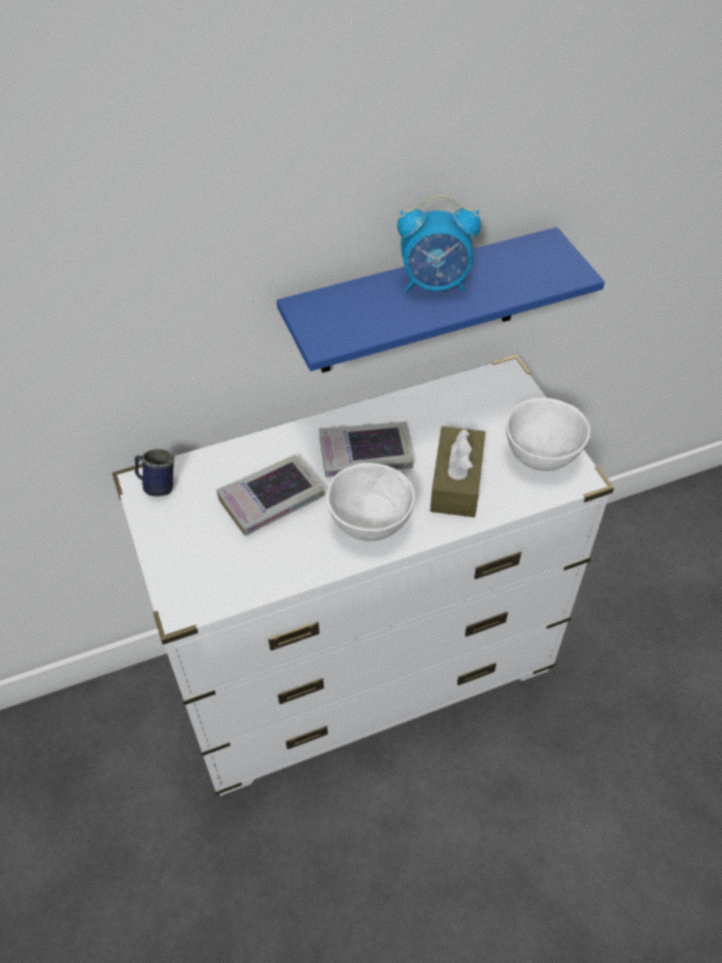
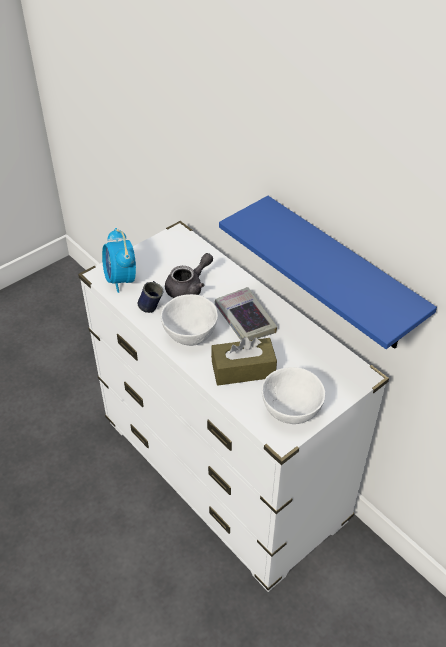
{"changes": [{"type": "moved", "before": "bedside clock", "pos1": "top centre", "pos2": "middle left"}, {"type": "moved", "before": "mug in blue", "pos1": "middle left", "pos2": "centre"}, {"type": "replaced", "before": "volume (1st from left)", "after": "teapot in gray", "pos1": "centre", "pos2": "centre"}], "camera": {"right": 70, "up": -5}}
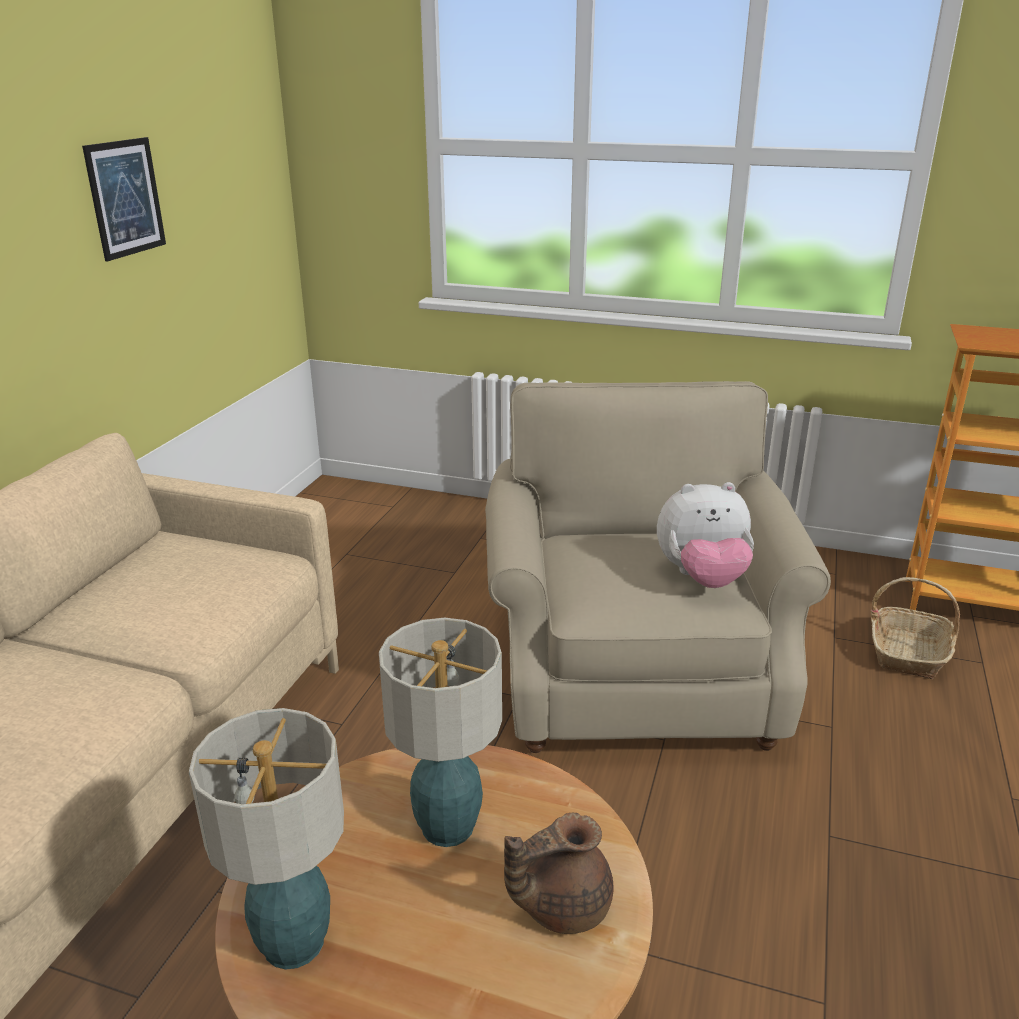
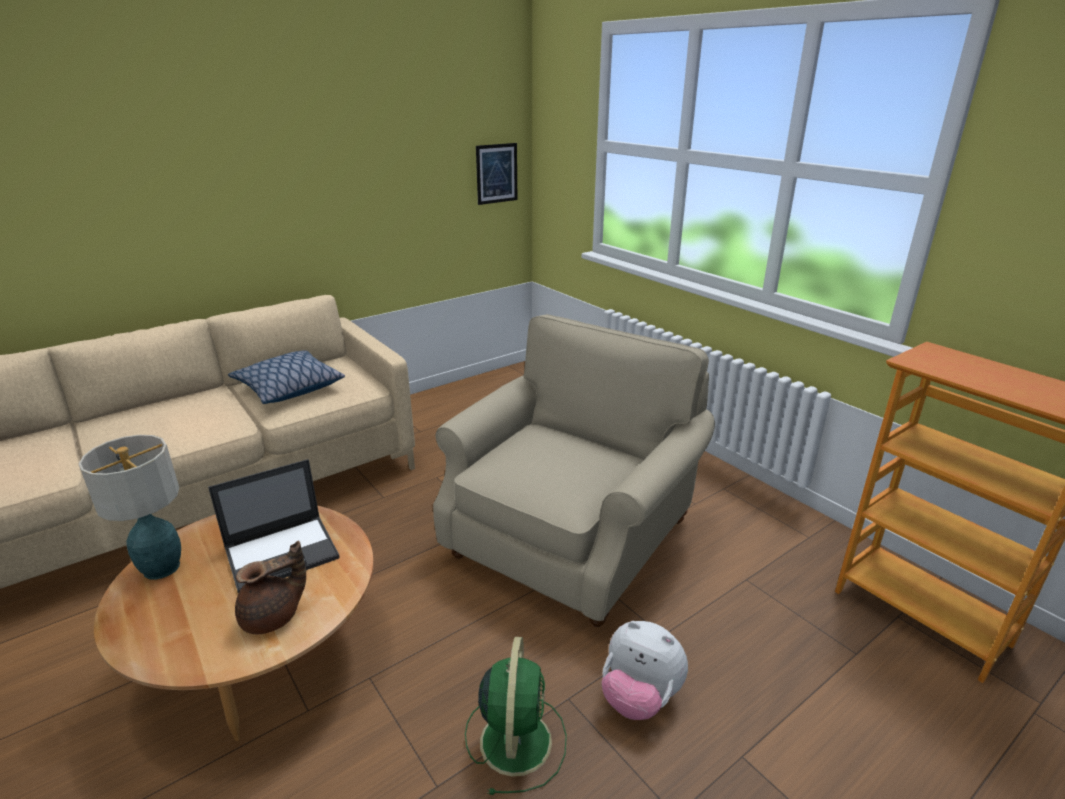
{"changes": [{"type": "moved", "before": "picture", "pos1": "top left", "pos2": "top centre"}, {"type": "moved", "before": "cuddly toy", "pos1": "middle right", "pos2": "bottom centre"}, {"type": "removed", "before": "storage basket", "pos1": "middle right"}, {"type": "replaced", "before": "lamp for a table (2nd from left)", "after": "laptop", "pos1": "bottom centre", "pos2": "middle left"}, {"type": "turned", "before": "teapot in brown-coloured", "pos1": "bottom centre", "pos2": "bottom left", "turn": 135}, {"type": "added", "after": "cushion", "pos2": "middle left"}, {"type": "added", "after": "electric fan in green", "pos2": "bottom centre"}], "camera": {"right": 35, "up": 0}}
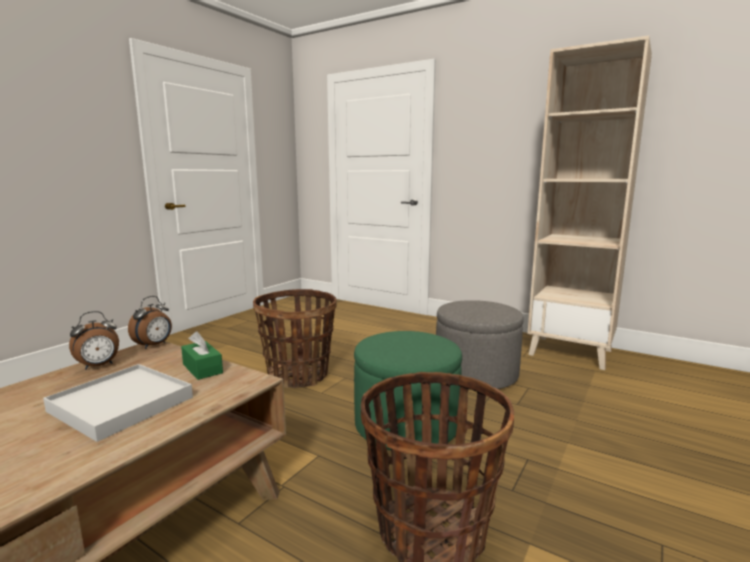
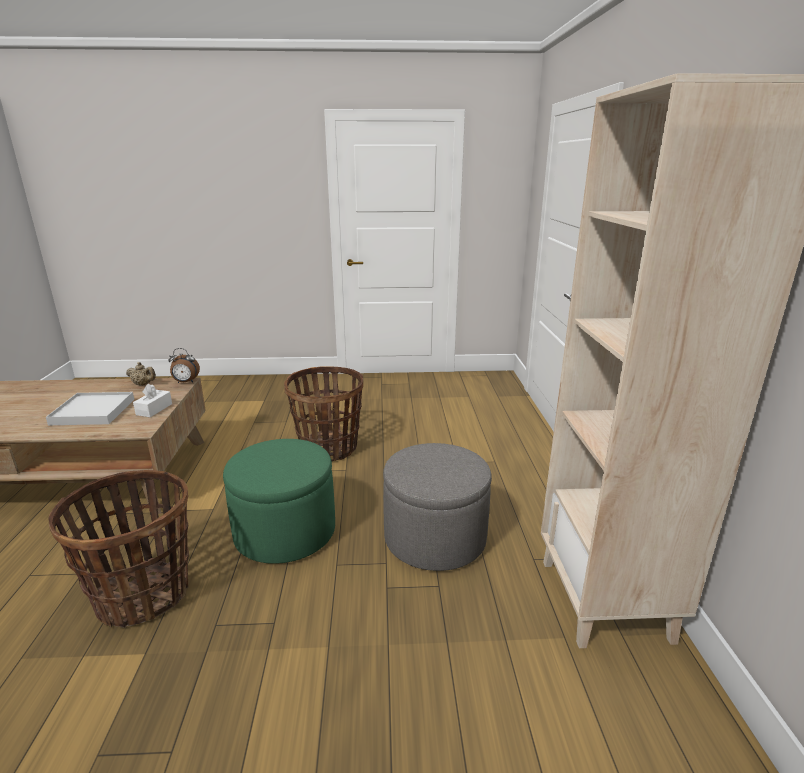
{"changes": [{"type": "replaced", "before": "bedside clock (1st from left)", "after": "teapot in sand-coloured", "pos1": "middle left", "pos2": "middle left"}, {"type": "recoloured", "before": "tissue holder in green", "after": "tissue holder in white", "pos1": "middle left", "pos2": "middle left"}], "camera": {"right": 55, "up": 10}}
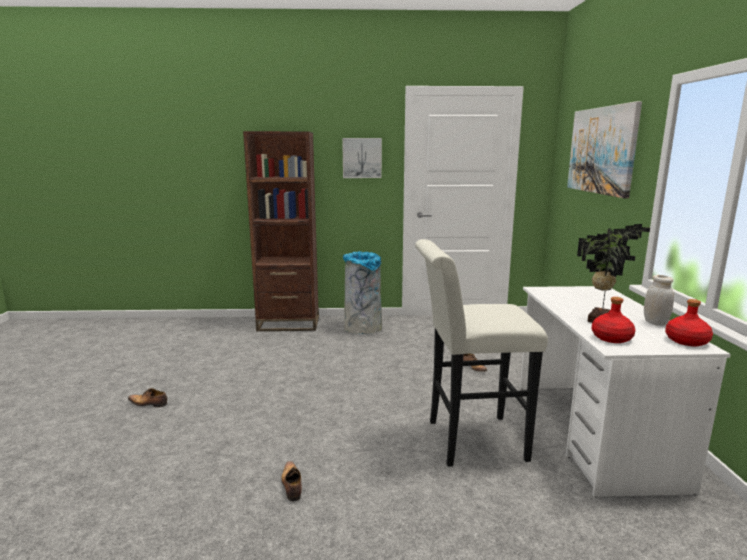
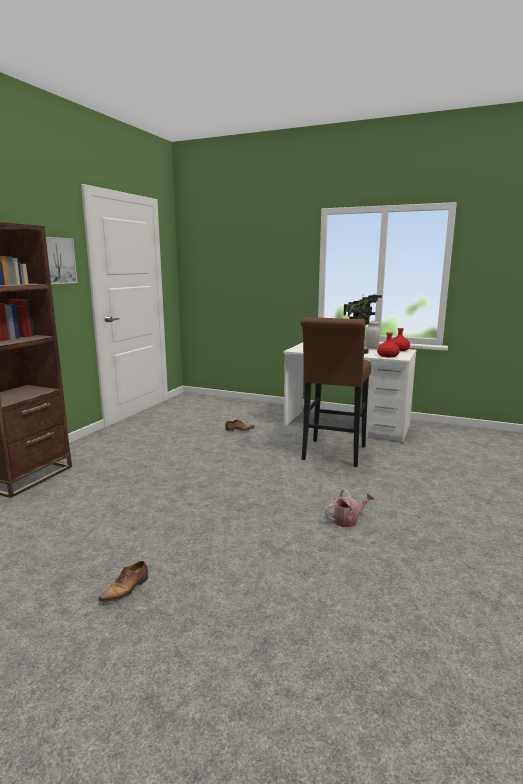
{"changes": [{"type": "removed", "before": "picture (2nd from left)", "pos1": "top right"}, {"type": "recoloured", "before": "stool in white", "after": "stool in brown-coloured", "pos1": "centre", "pos2": "centre"}, {"type": "removed", "before": "trash can in gray", "pos1": "centre"}, {"type": "replaced", "before": "shoe (2nd from left)", "after": "watering can", "pos1": "bottom centre", "pos2": "middle right"}], "camera": {"right": -65, "up": 0}}
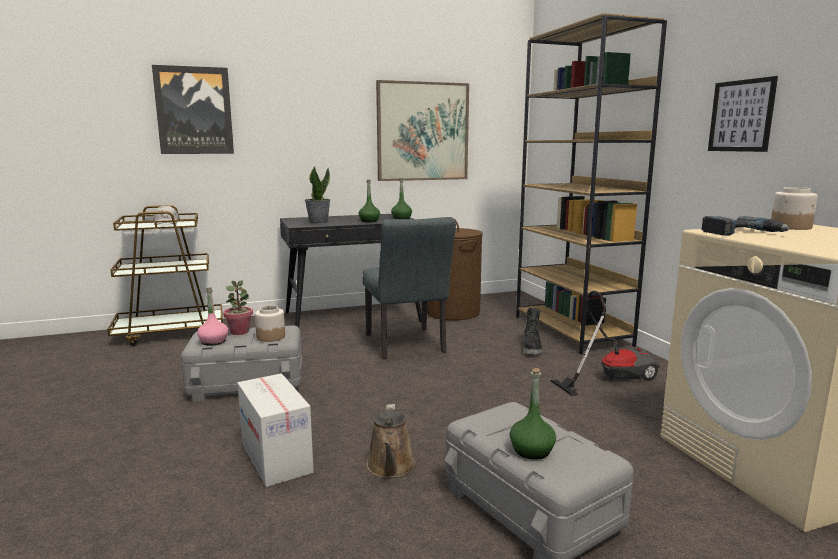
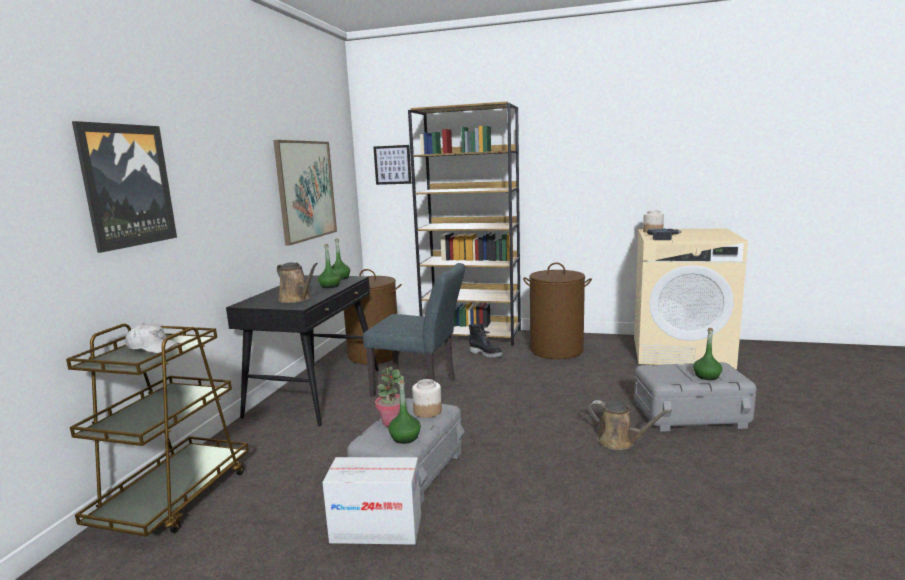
{"changes": [{"type": "moved", "before": "picture (3rd from left)", "pos1": "top right", "pos2": "top centre"}, {"type": "replaced", "before": "houseplant (2nd from left)", "after": "watering can in brown-coloured (1st from left)", "pos1": "centre", "pos2": "middle left"}, {"type": "recoloured", "before": "drink bottle in pinkish", "after": "drink bottle in green (3rd from left)", "pos1": "middle left", "pos2": "bottom centre"}, {"type": "replaced", "before": "vacuum cleaner", "after": "hamper in brown-coloured (2nd from left)", "pos1": "middle right", "pos2": "centre"}, {"type": "moved", "before": "packing box", "pos1": "bottom left", "pos2": "bottom centre"}], "camera": {"right": -55, "up": 0}}
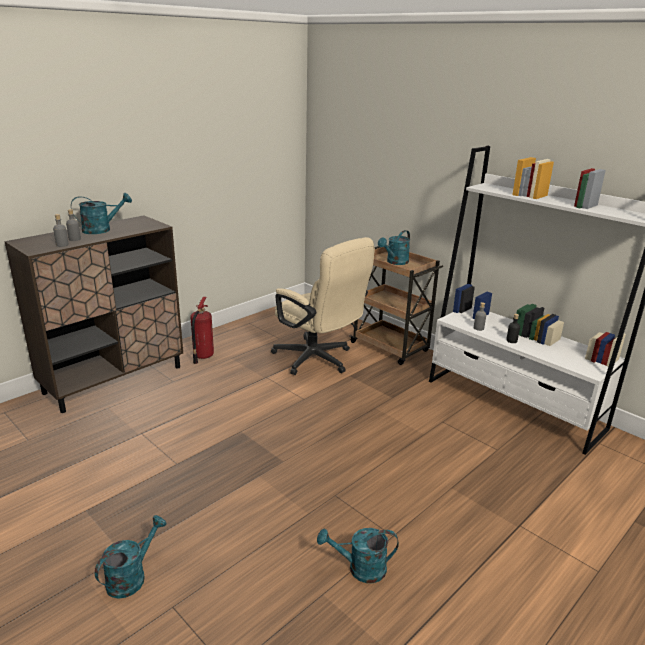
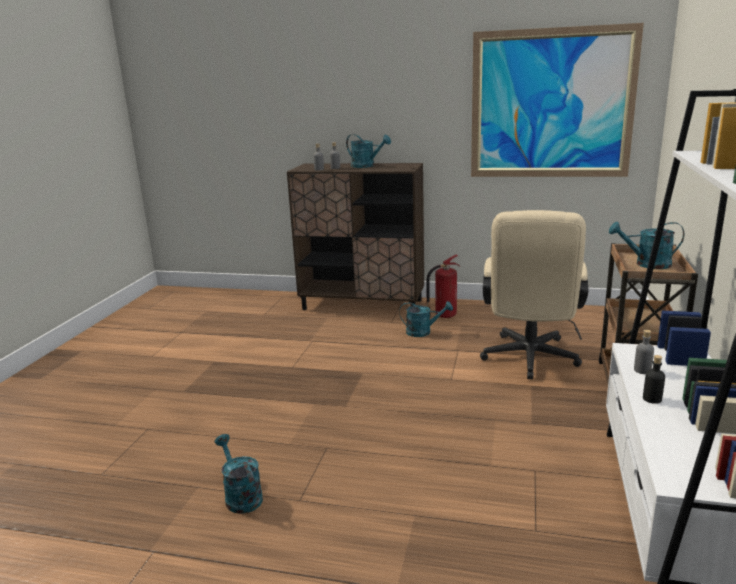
{"changes": [{"type": "moved", "before": "watering can in turquoise (2nd from left in the first image)", "after": "watering can in turquoise (3rd from left)", "pos1": "bottom left", "pos2": "centre"}, {"type": "added", "after": "picture", "pos2": "top right"}], "camera": {"right": 60, "up": -5}}
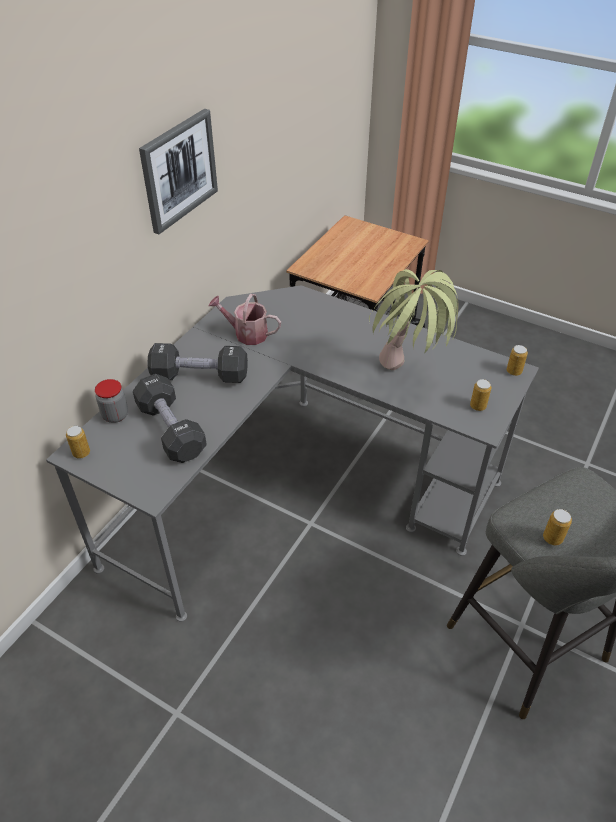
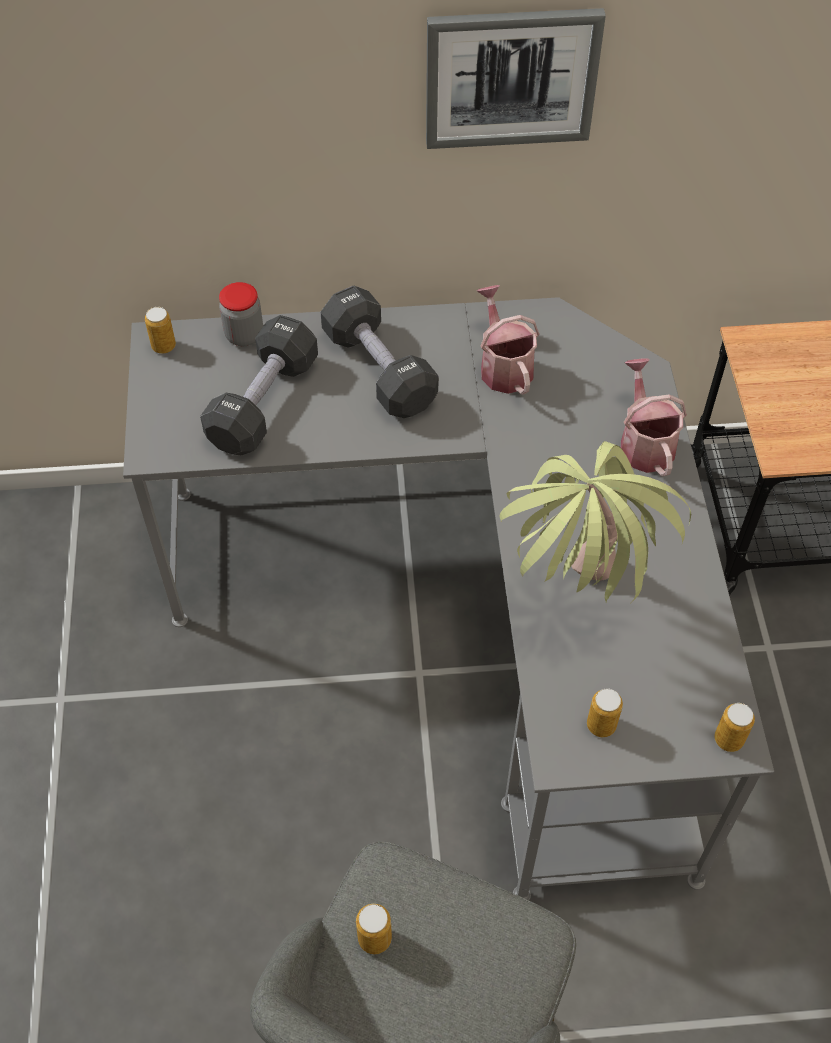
{"changes": [{"type": "added", "after": "watering can (2nd from left)", "pos2": "middle right"}], "camera": {"right": 55, "up": 10}}
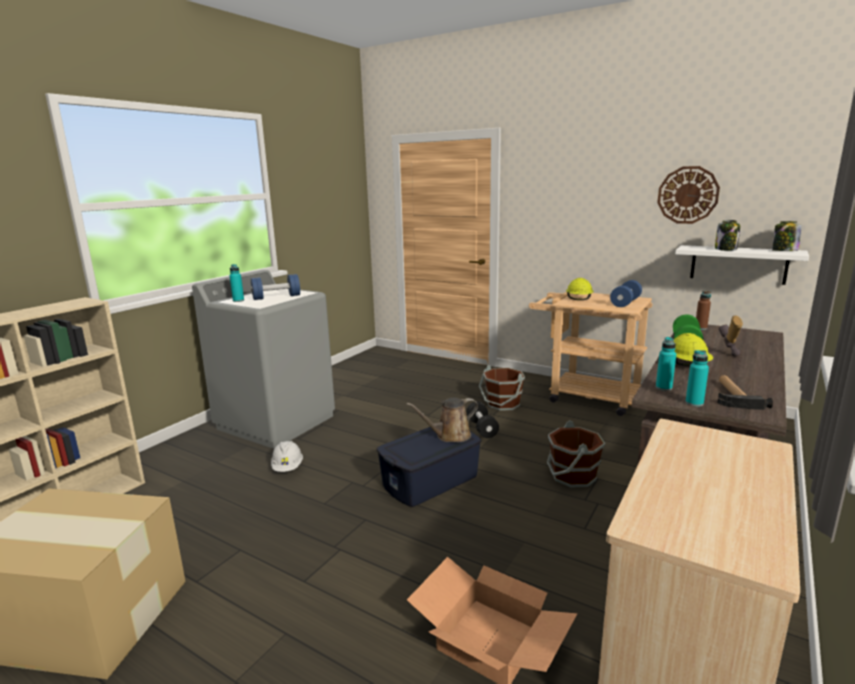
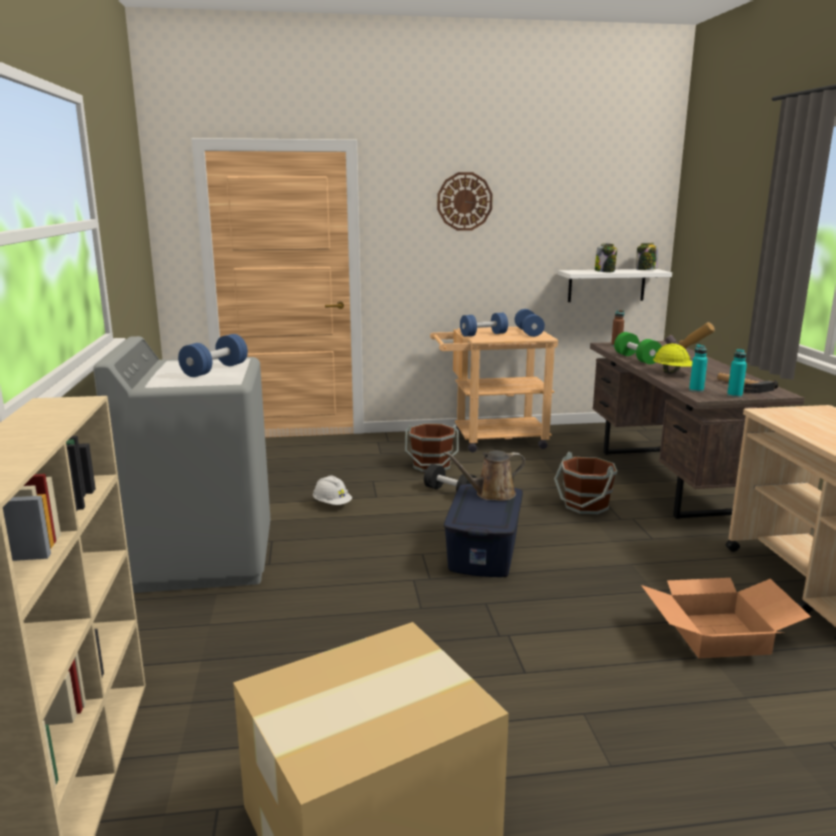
{"changes": [{"type": "moved", "before": "wall clock", "pos1": "top right", "pos2": "top centre"}, {"type": "removed", "before": "drink bottle in turquoise (1st from left)", "pos1": "middle left"}, {"type": "replaced", "before": "hard hat in yellow-coloured (1st from left)", "after": "hand weight in blue (2nd from left)", "pos1": "middle right", "pos2": "centre"}, {"type": "turned", "before": "watering can in brown-coloured", "pos1": "centre", "pos2": "centre", "turn": 45}, {"type": "moved", "before": "hard hat in white", "pos1": "bottom centre", "pos2": "centre"}], "camera": {"right": -40, "up": 0}}
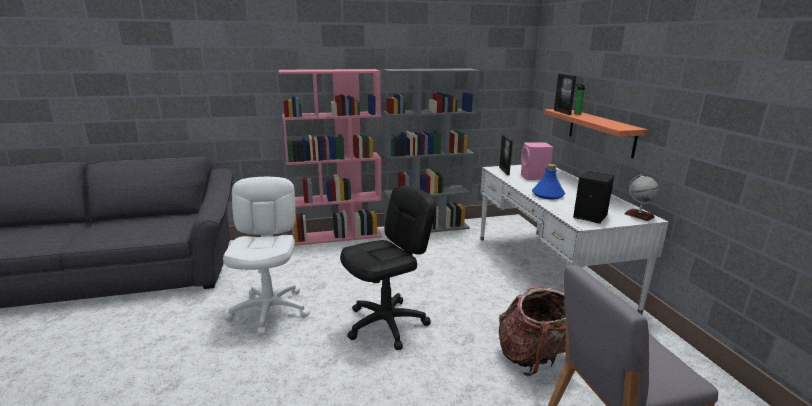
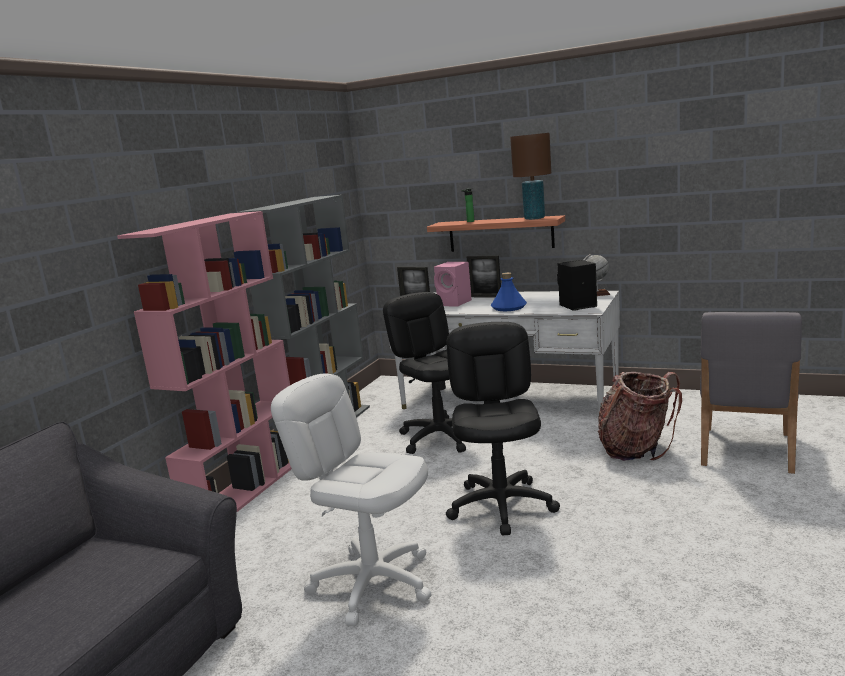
{"changes": [{"type": "moved", "before": "standing frame (2nd from left)", "pos1": "top right", "pos2": "centre"}, {"type": "added", "after": "lamp for a table in brown-coloured", "pos2": "top centre"}, {"type": "added", "after": "desk chair in black (1st from left)", "pos2": "centre"}], "camera": {"right": -50, "up": -5}}
